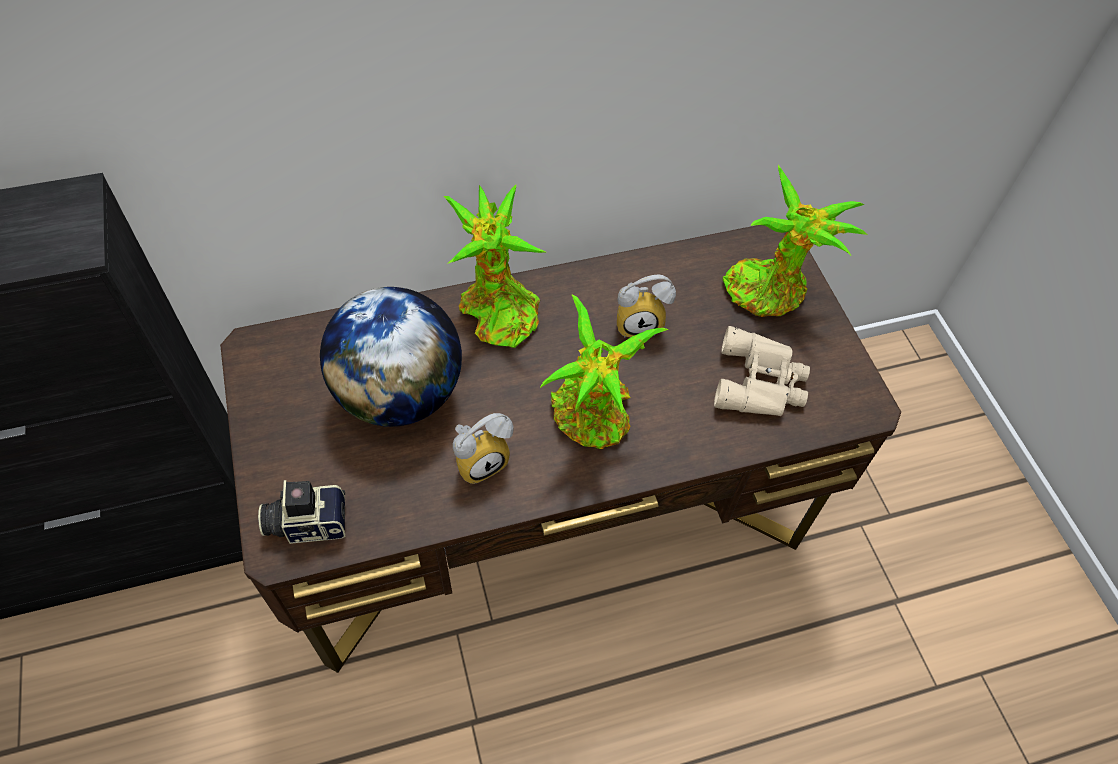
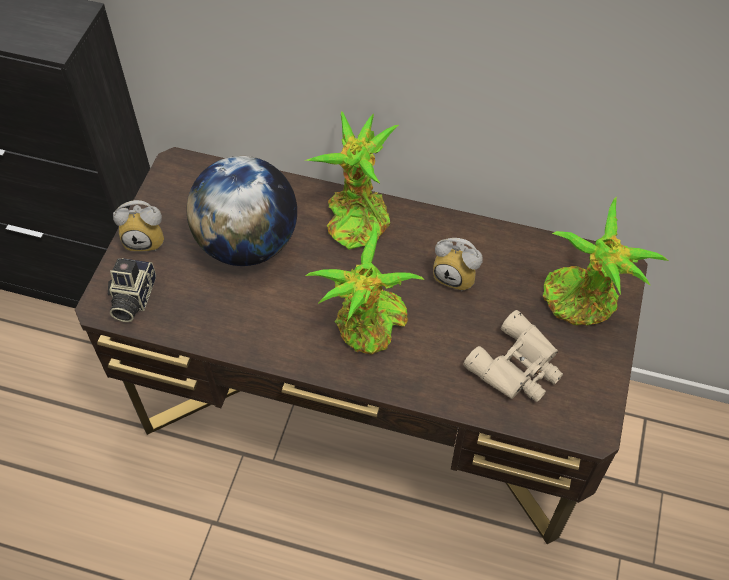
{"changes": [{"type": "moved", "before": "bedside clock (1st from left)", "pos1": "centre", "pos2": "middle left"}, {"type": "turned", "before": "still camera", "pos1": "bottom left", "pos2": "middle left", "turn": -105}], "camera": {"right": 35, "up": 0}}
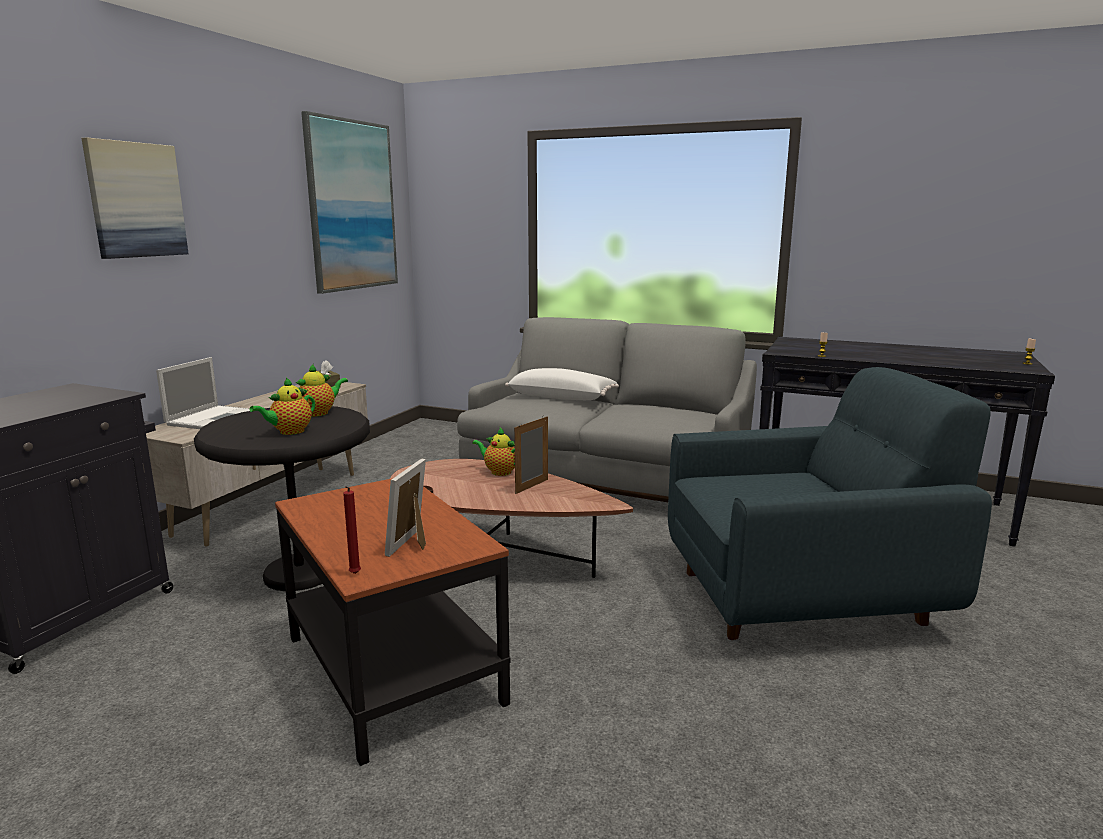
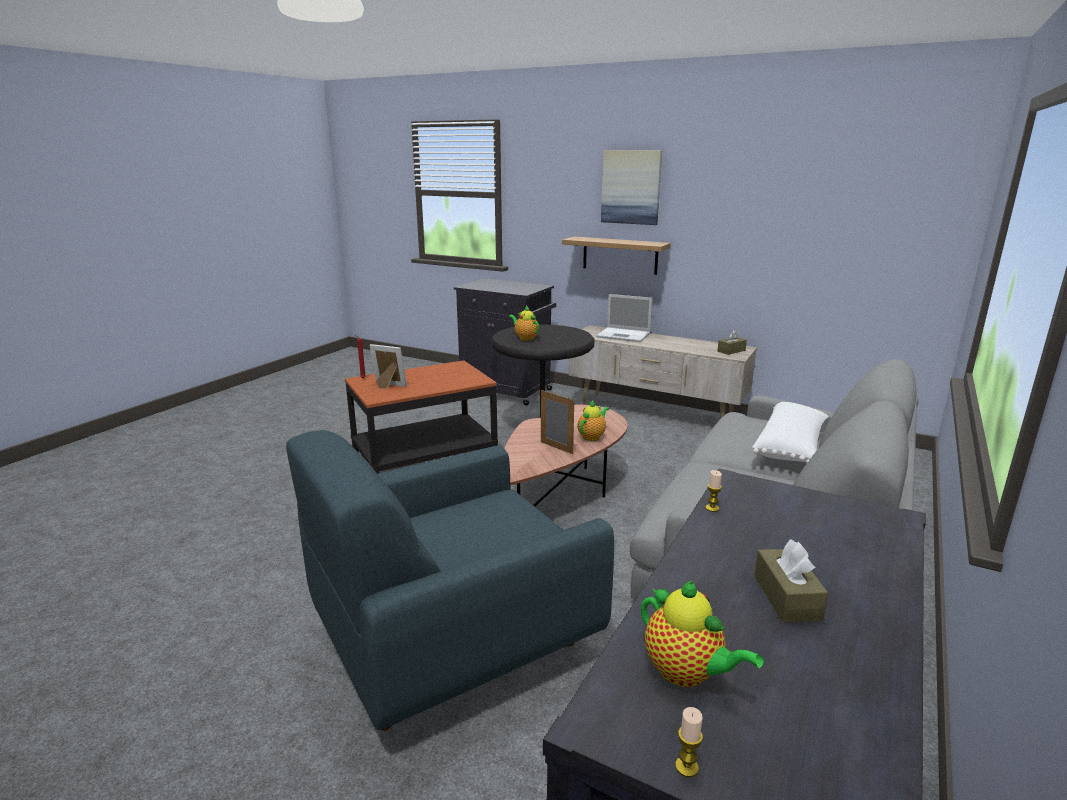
{"changes": [{"type": "removed", "before": "picture (2nd from left)", "pos1": "top left"}, {"type": "moved", "before": "teapot (2nd from left in the first image)", "after": "teapot (3rd from left)", "pos1": "middle left", "pos2": "bottom centre"}, {"type": "turned", "before": "easy chair in blue", "pos1": "middle right", "pos2": "bottom centre", "turn": 60}, {"type": "added", "after": "shelf", "pos2": "top centre"}, {"type": "added", "after": "tissue holder in brown-coloured (2nd from left)", "pos2": "bottom right"}], "camera": {"right": 95, "up": 5}}
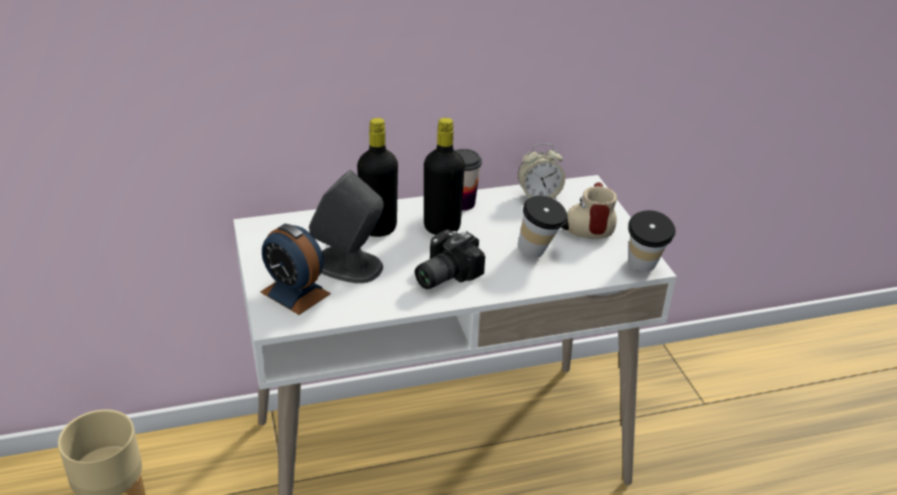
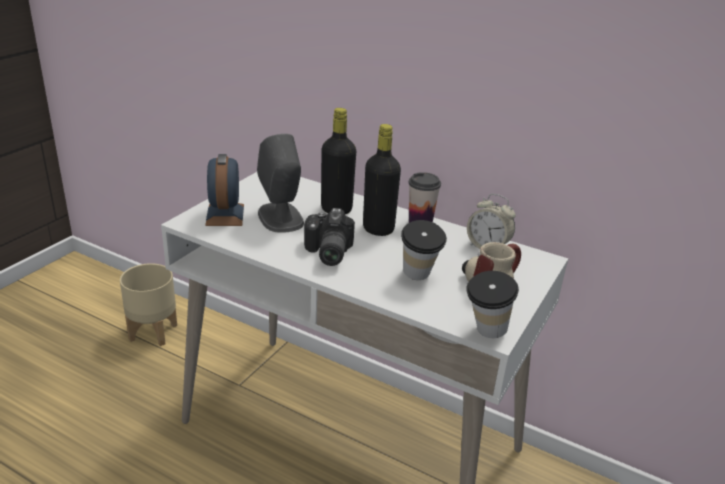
{"changes": [{"type": "turned", "before": "still camera", "pos1": "centre", "pos2": "centre", "turn": -90}], "camera": {"right": 45, "up": -5}}
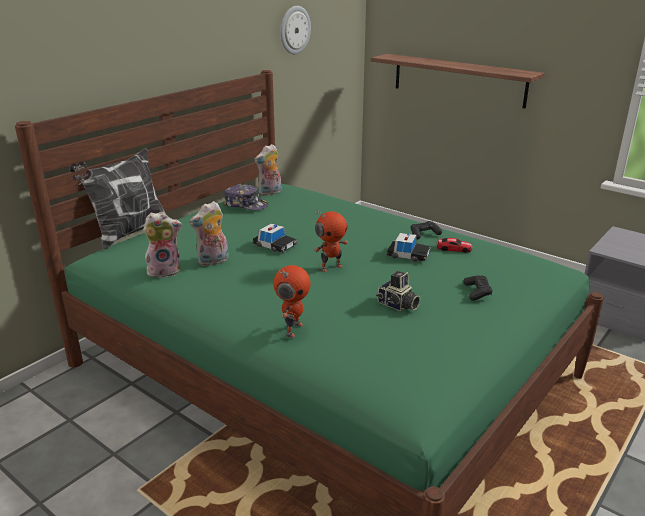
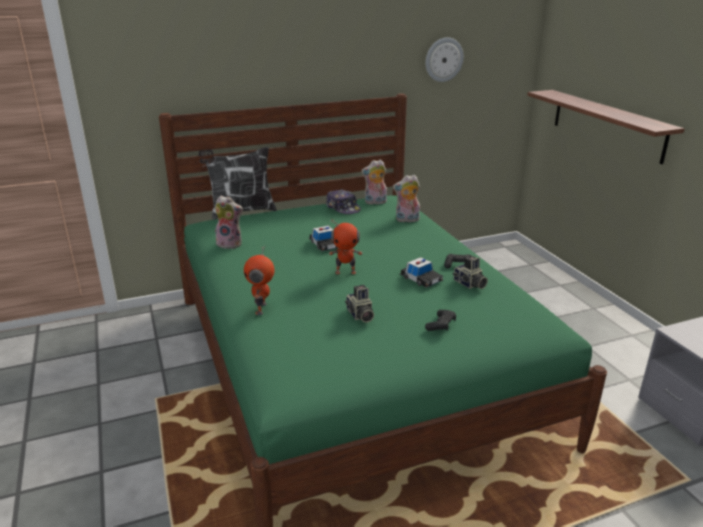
{"changes": [{"type": "moved", "before": "cuddly toy (2nd from left in the first image)", "after": "cuddly toy (3rd from left)", "pos1": "middle left", "pos2": "centre"}, {"type": "replaced", "before": "toy car (3rd from left)", "after": "still camera (2nd from left)", "pos1": "middle right", "pos2": "middle right"}, {"type": "turned", "before": "toy robot (1st from left)", "pos1": "centre", "pos2": "centre", "turn": 135}], "camera": {"right": 30, "up": 0}}
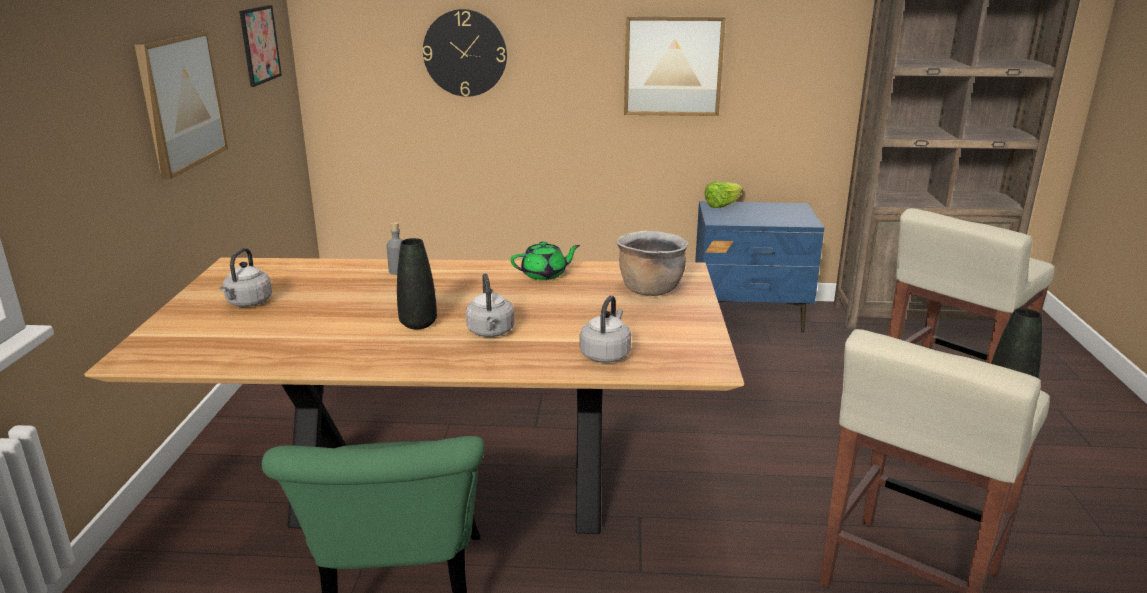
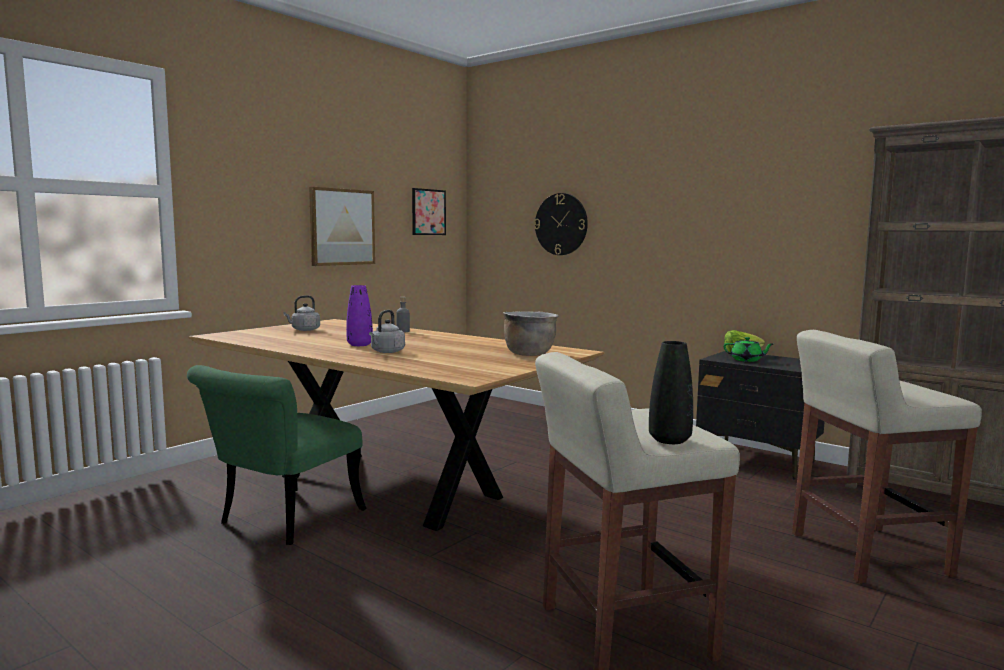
{"changes": [{"type": "removed", "before": "picture (3rd from left)", "pos1": "top centre"}, {"type": "recoloured", "before": "night table in blue", "after": "night table in black", "pos1": "centre", "pos2": "middle right"}, {"type": "recoloured", "before": "flower vase in black (1st from left)", "after": "flower vase in purplish", "pos1": "centre", "pos2": "centre"}, {"type": "moved", "before": "teapot in green", "pos1": "centre", "pos2": "middle right"}, {"type": "removed", "before": "tea kettle in gray (3rd from left)", "pos1": "centre"}], "camera": {"right": 35, "up": -15}}
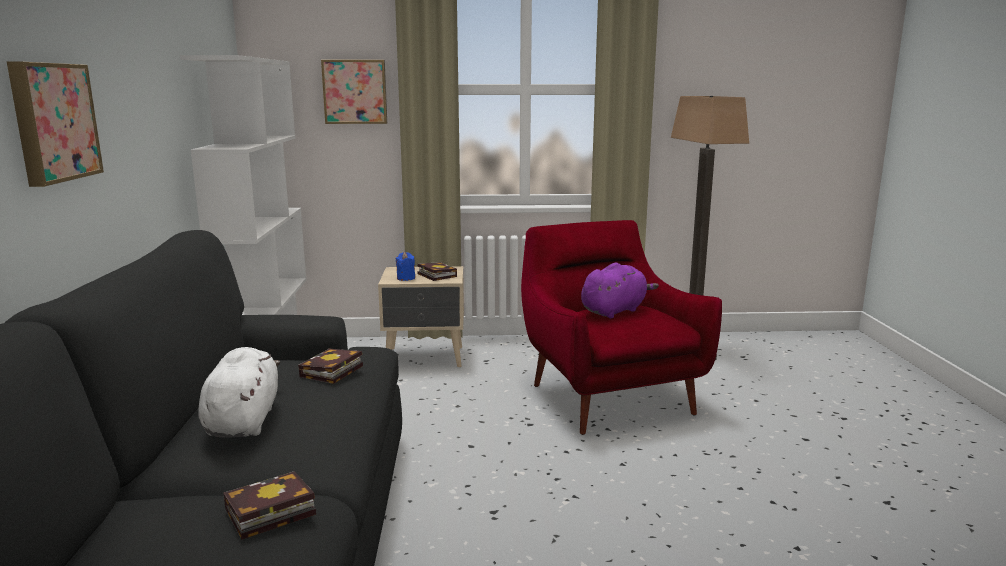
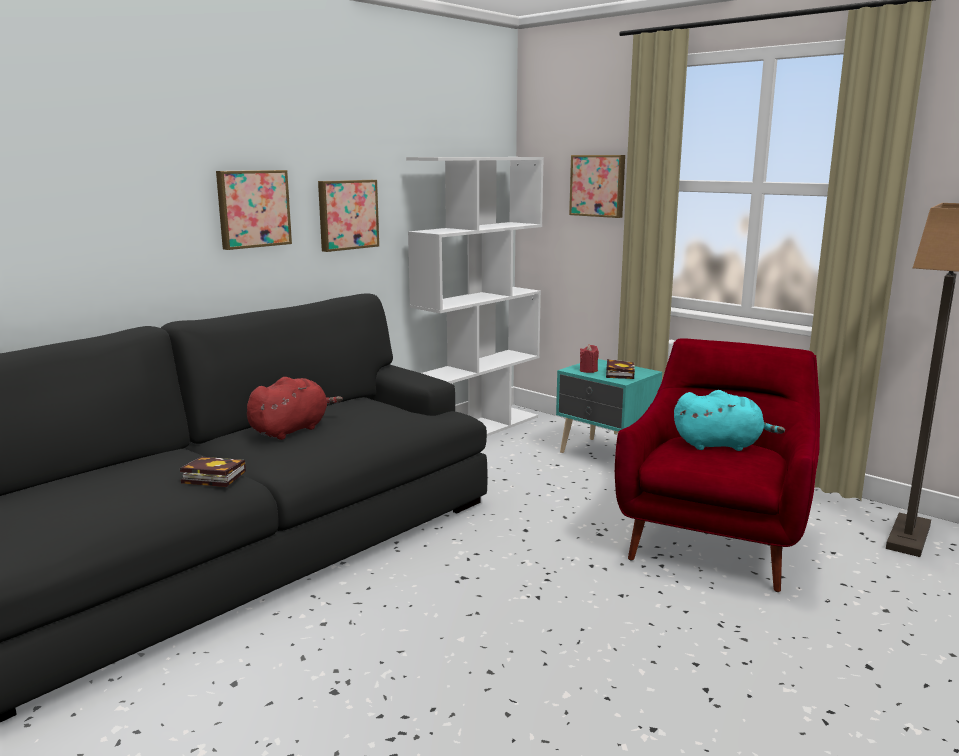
{"changes": [{"type": "recoloured", "before": "wax candle in blue", "after": "wax candle in red", "pos1": "centre", "pos2": "centre"}, {"type": "recoloured", "before": "cuddly toy in purplish", "after": "cuddly toy in turquoise", "pos1": "centre", "pos2": "middle right"}, {"type": "recoloured", "before": "night table in sand-coloured", "after": "night table in turquoise", "pos1": "centre", "pos2": "centre"}, {"type": "recoloured", "before": "cuddly toy in white", "after": "cuddly toy in red", "pos1": "bottom left", "pos2": "middle left"}, {"type": "removed", "before": "volume (2nd from left)", "pos1": "middle left"}, {"type": "added", "after": "picture (2nd from left)", "pos2": "top centre"}], "camera": {"right": 45, "up": 0}}
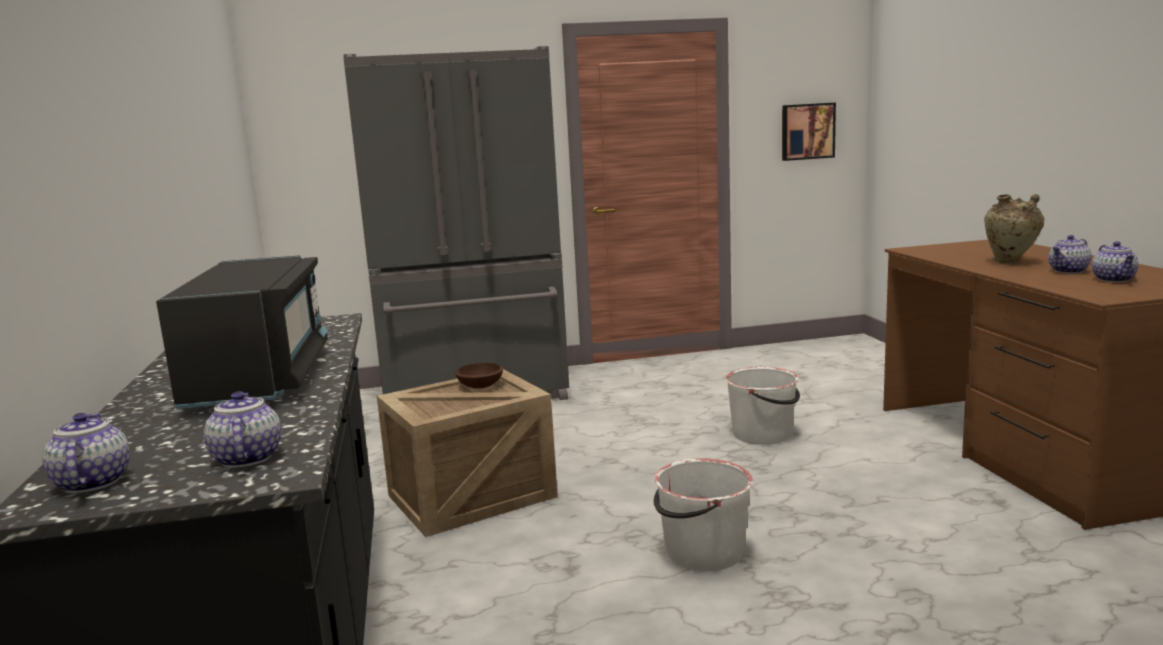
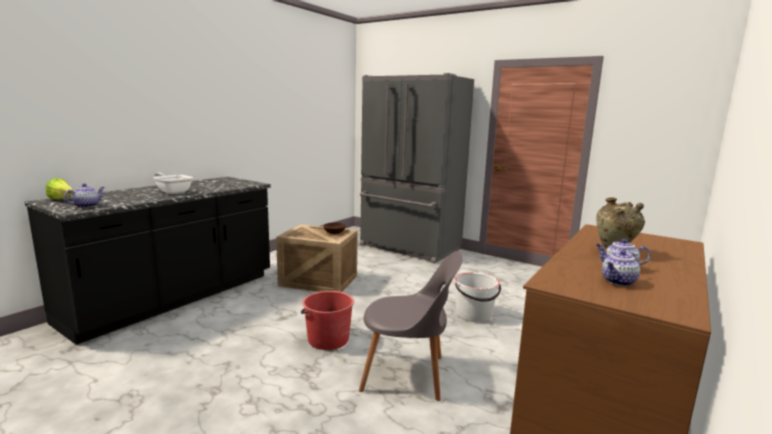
{"changes": [{"type": "removed", "before": "picture", "pos1": "top right"}, {"type": "replaced", "before": "microwave in black", "after": "pan", "pos1": "middle left", "pos2": "middle left"}, {"type": "replaced", "before": "teapot (1st from left)", "after": "lettuce", "pos1": "bottom left", "pos2": "middle left"}, {"type": "recoloured", "before": "pail in white (1st from left)", "after": "pail in red", "pos1": "bottom centre", "pos2": "bottom centre"}, {"type": "added", "after": "upright chair in gray", "pos2": "bottom centre"}], "camera": {"right": 45, "up": 0}}
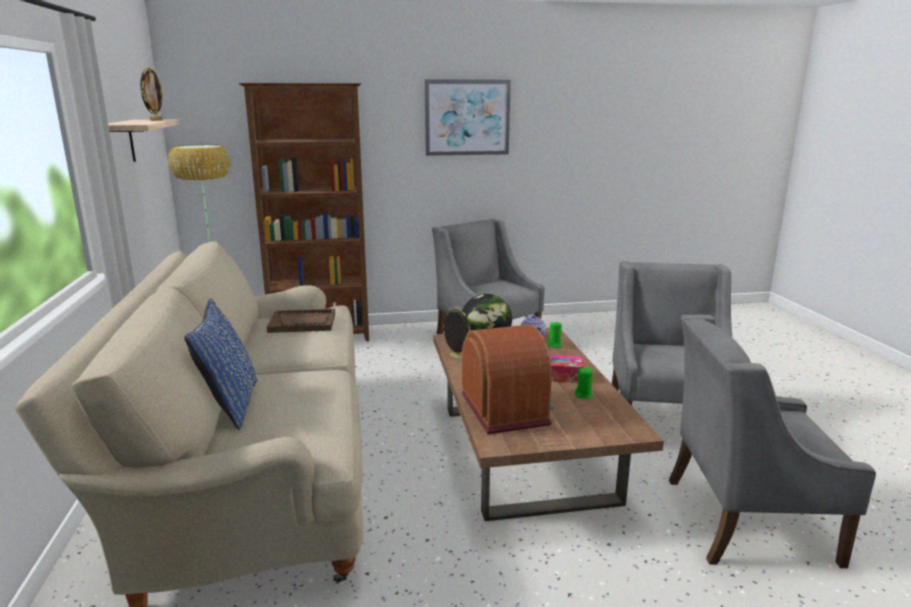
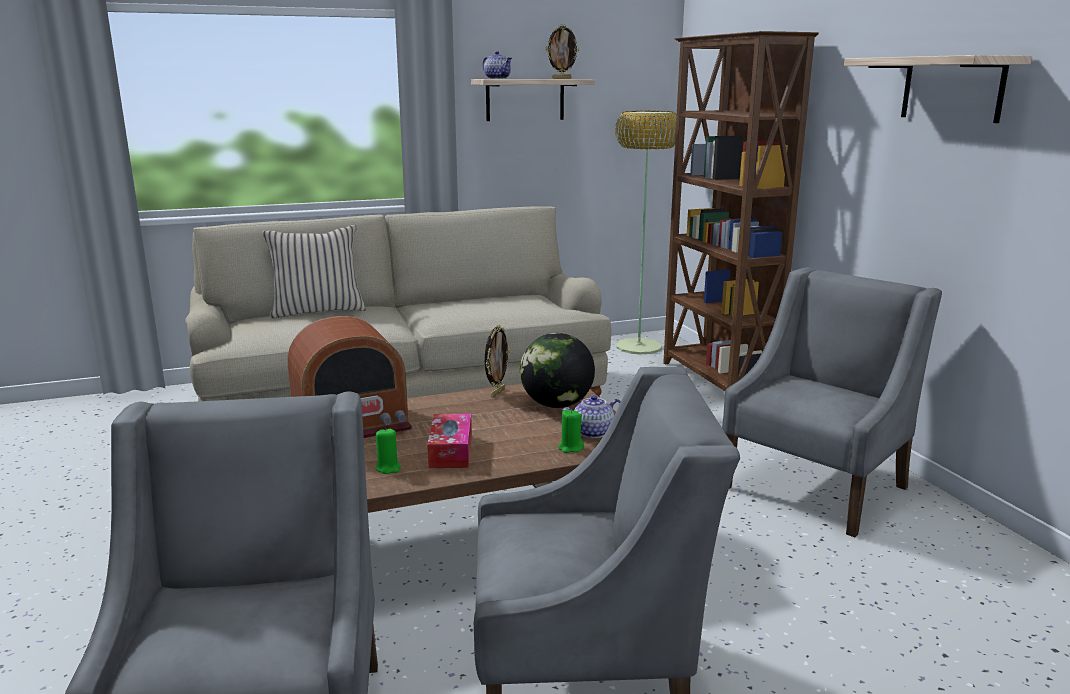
{"changes": [{"type": "replaced", "before": "picture", "after": "shelf (2nd from left)", "pos1": "top centre", "pos2": "top right"}, {"type": "recoloured", "before": "cushion in blue", "after": "cushion in sand-coloured", "pos1": "middle left", "pos2": "middle left"}, {"type": "removed", "before": "tray in brown-coloured", "pos1": "middle left"}, {"type": "added", "after": "teapot (1st from left)", "pos2": "top centre"}], "camera": {"right": 80, "up": 0}}
